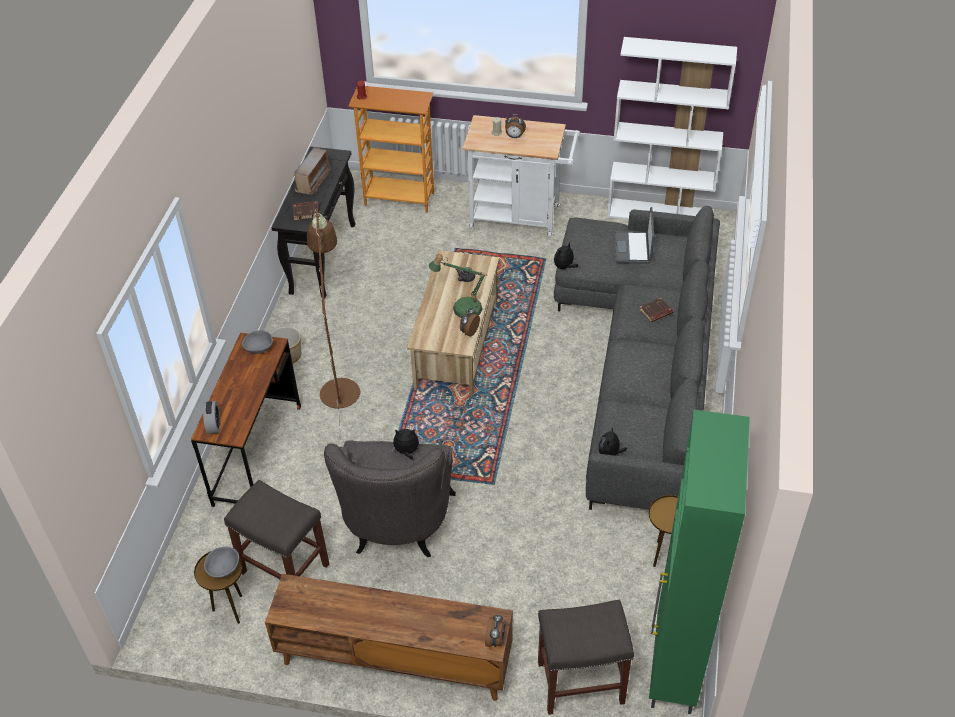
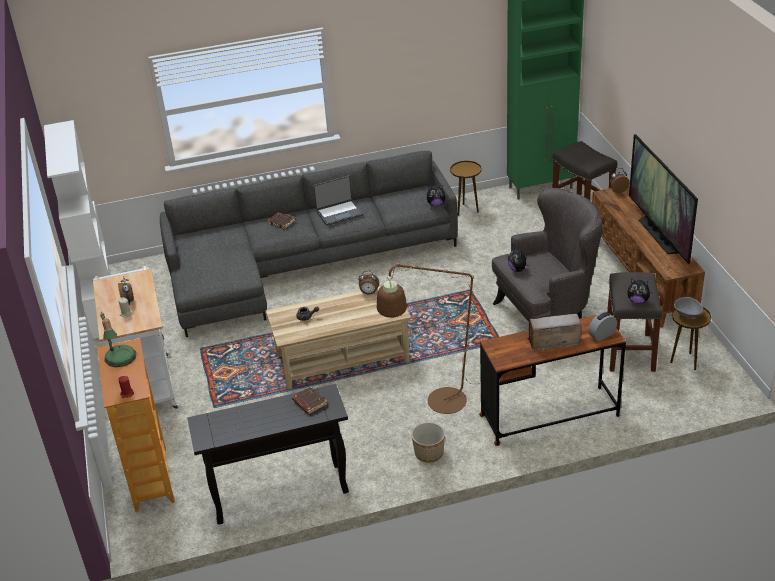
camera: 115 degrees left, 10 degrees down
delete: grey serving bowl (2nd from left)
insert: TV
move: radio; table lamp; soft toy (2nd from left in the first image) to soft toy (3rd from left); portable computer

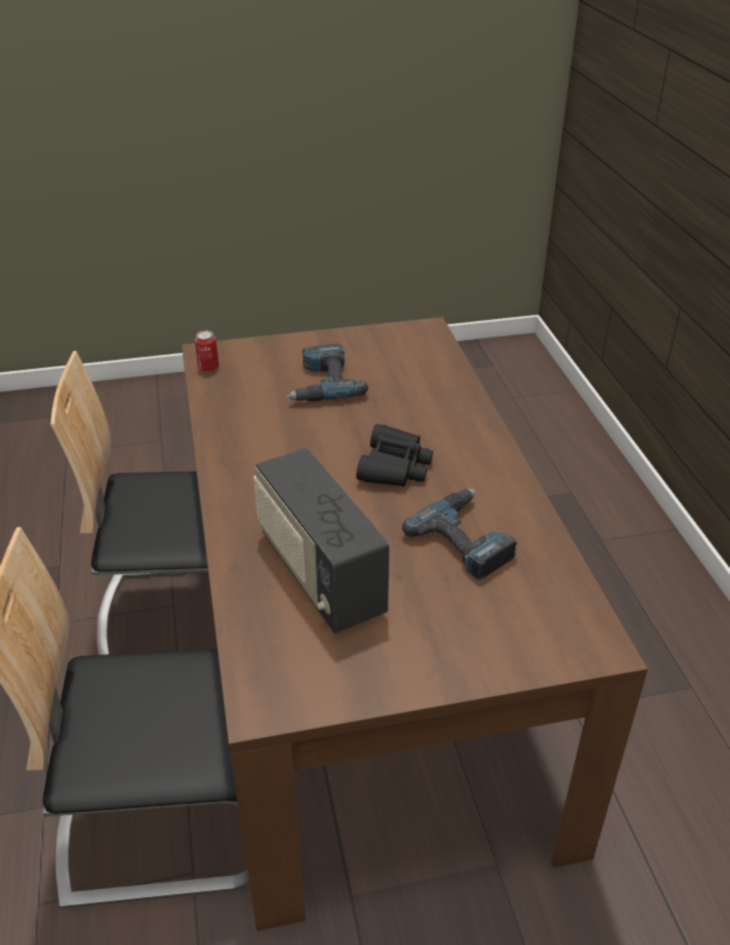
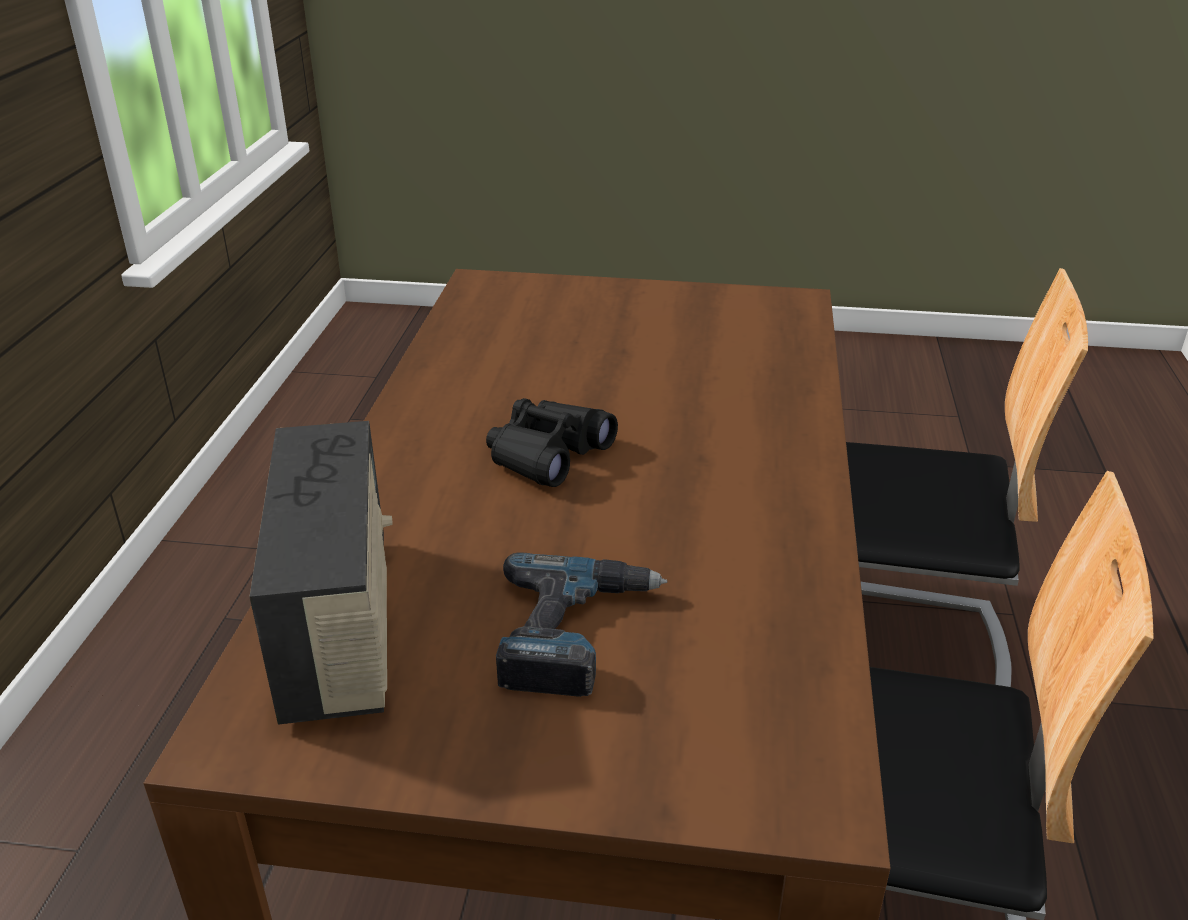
camera: 160 degrees left, 5 degrees down
delete: metal can; power drill (2nd from left)
move: radio

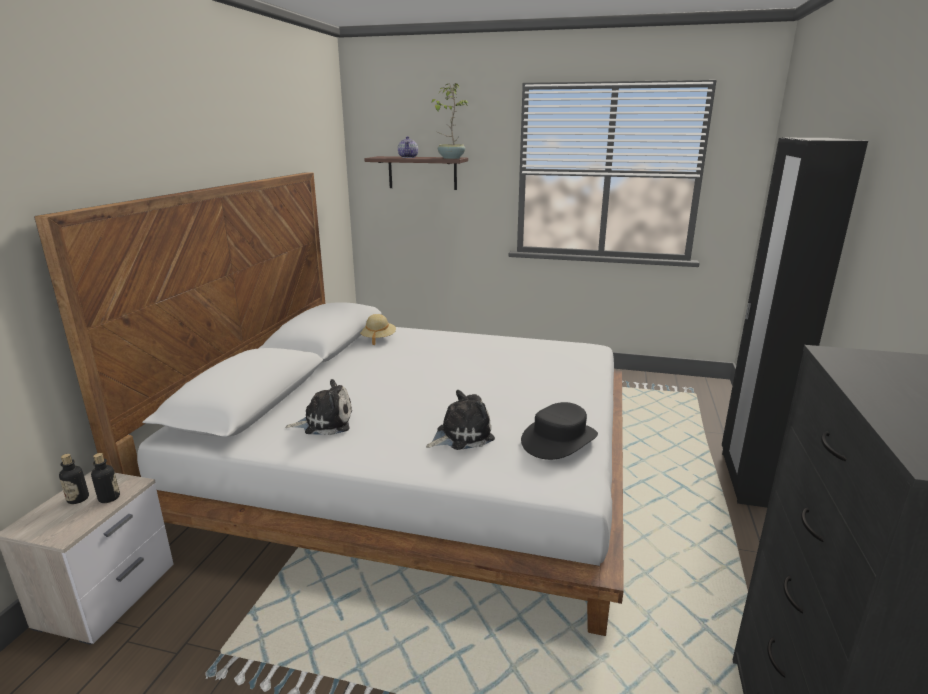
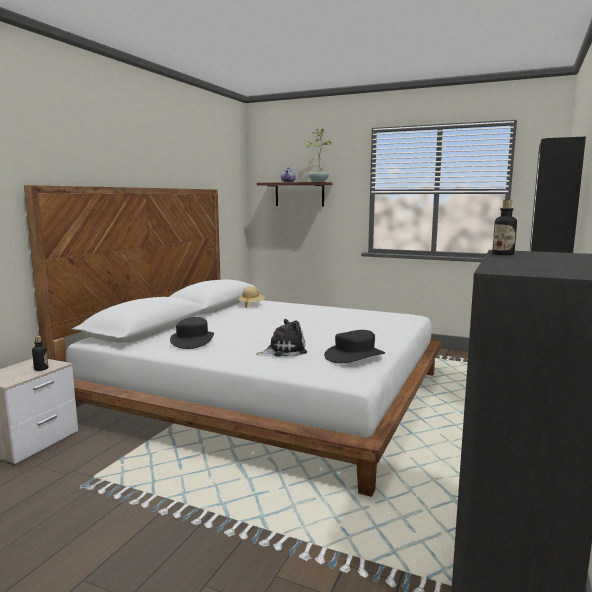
camera: 10 degrees right, 10 degrees down
move: beverage bottle (1st from left in the first image) to beverage bottle (2nd from left)
replace: soft toy (1st from left) to blackish wearable hat (1st from left)

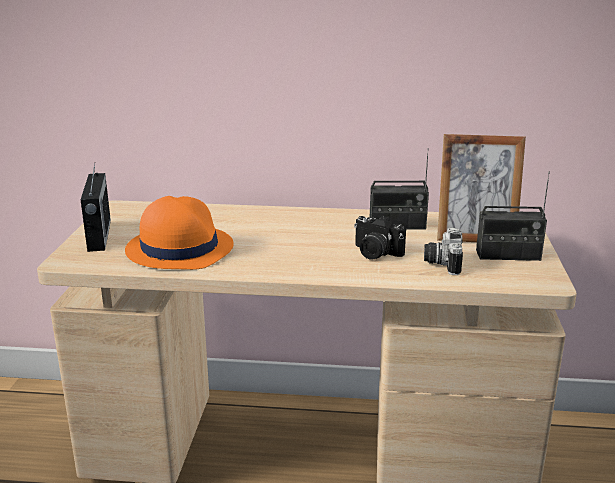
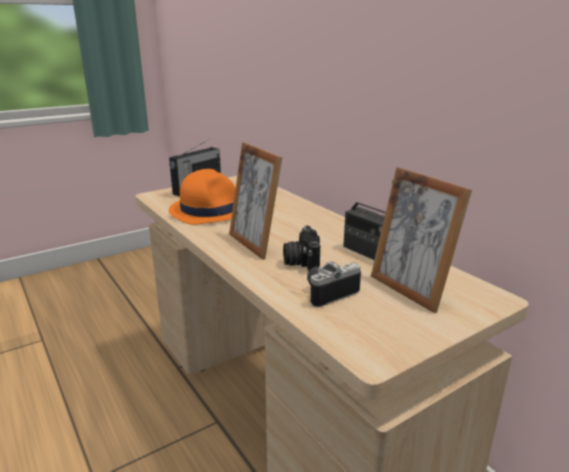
camera: 50 degrees right, 0 degrees up
delete: radio (3rd from left)
insert: standing frame (1st from left)

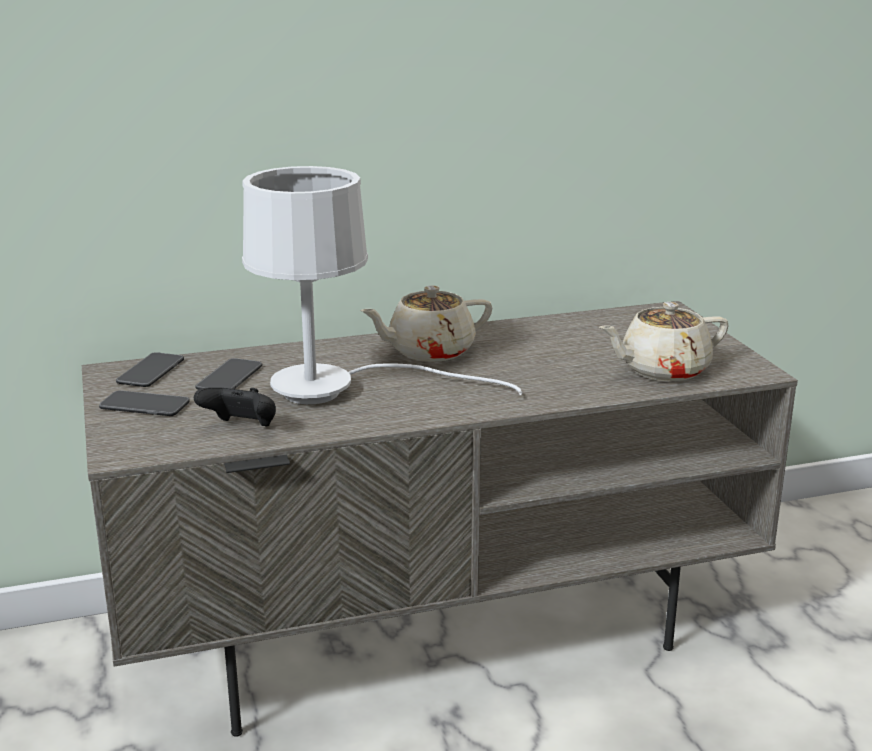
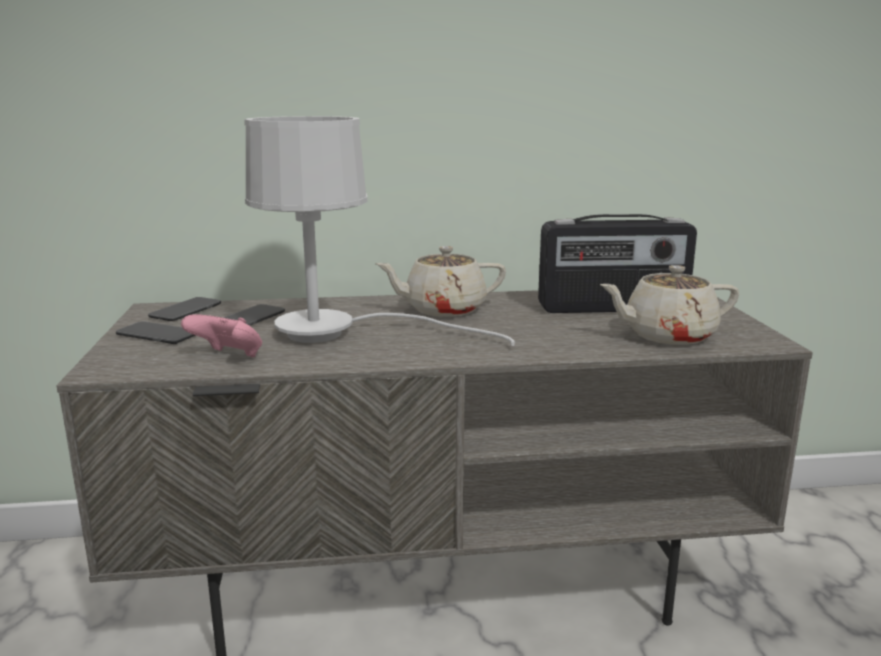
camera: 10 degrees right, 5 degrees down
insert: radio
recolor: blackish joypad to pinkish joypad

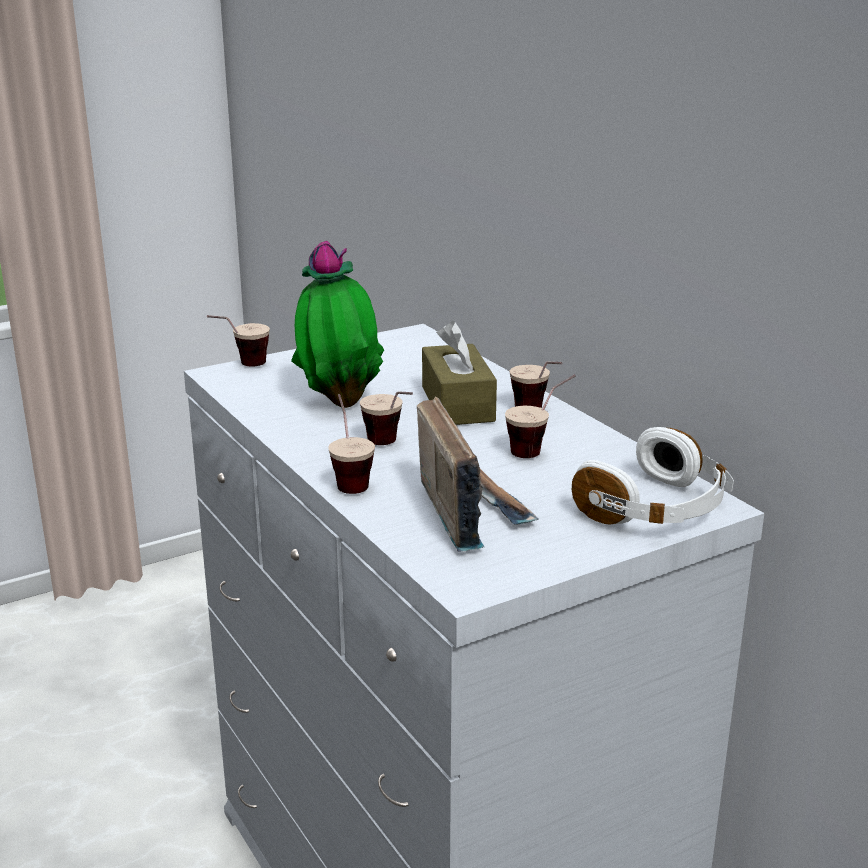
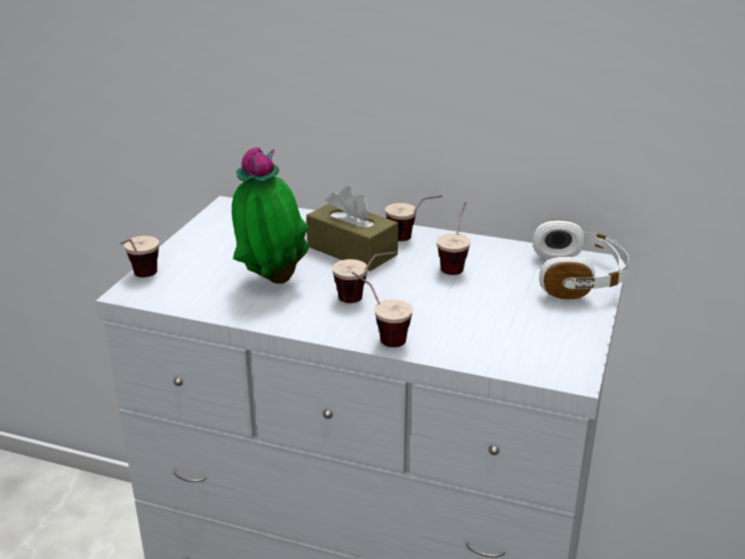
camera: 40 degrees left, 5 degrees up
delete: radio

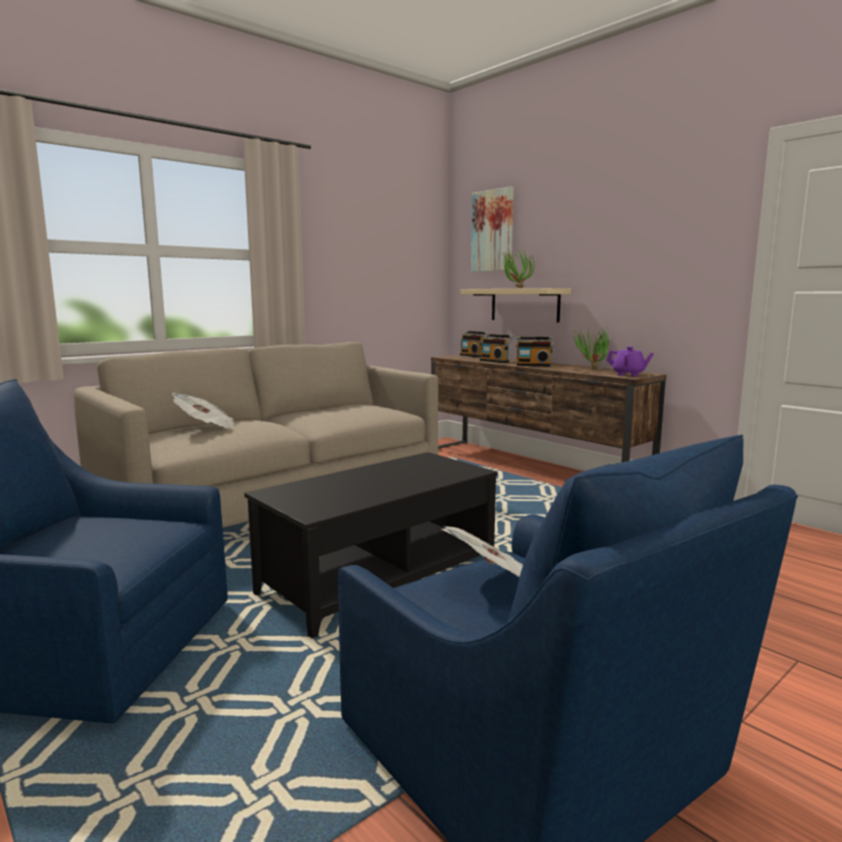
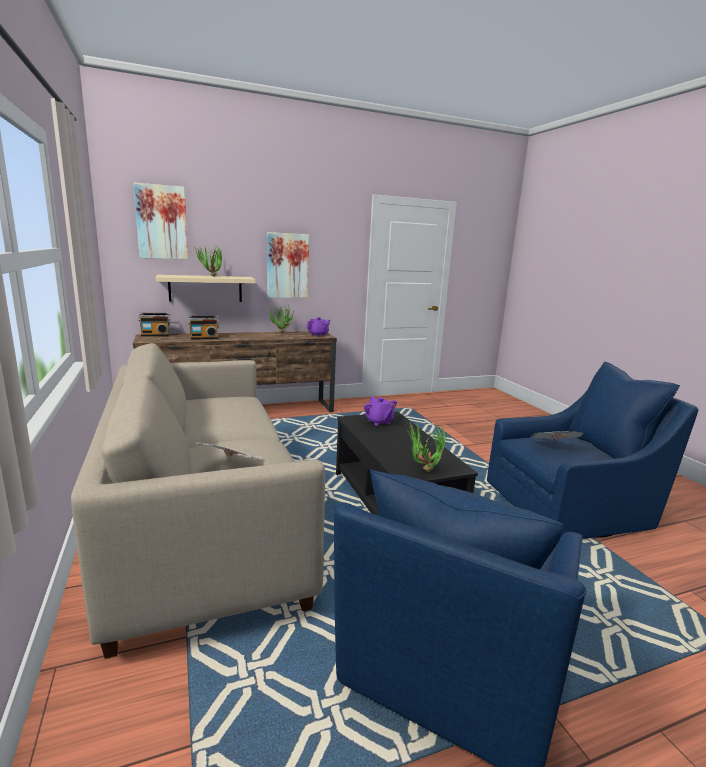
camera: 70 degrees left, 5 degrees up
delete: radio (3rd from left)
insert: wall picture (2nd from left); purplish teapot (2nd from left); houseplant (3rd from left)

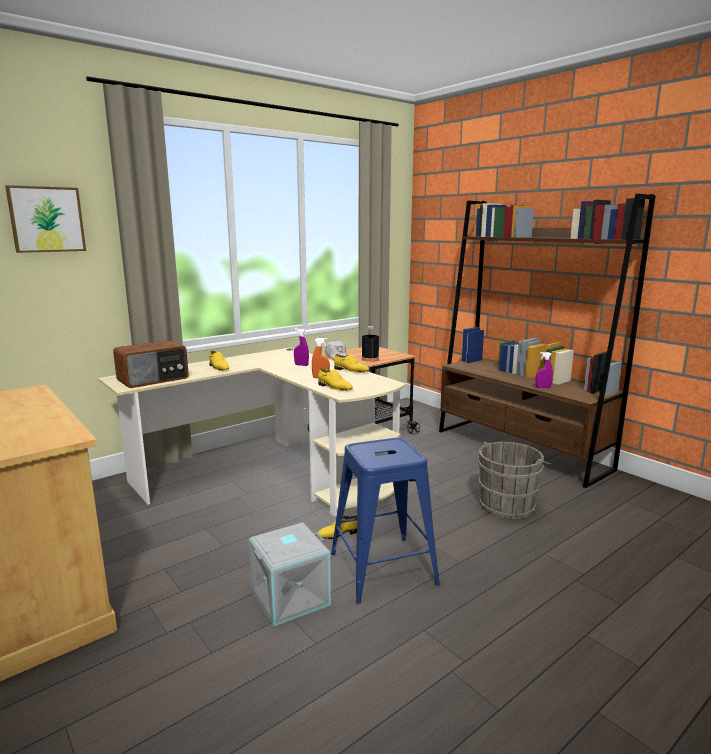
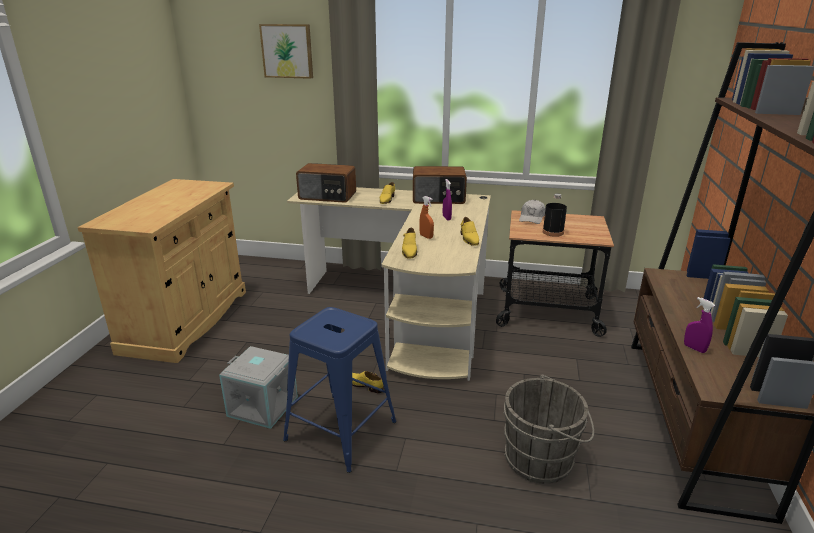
camera: 50 degrees right, 10 degrees up
insert: radio (2nd from left)

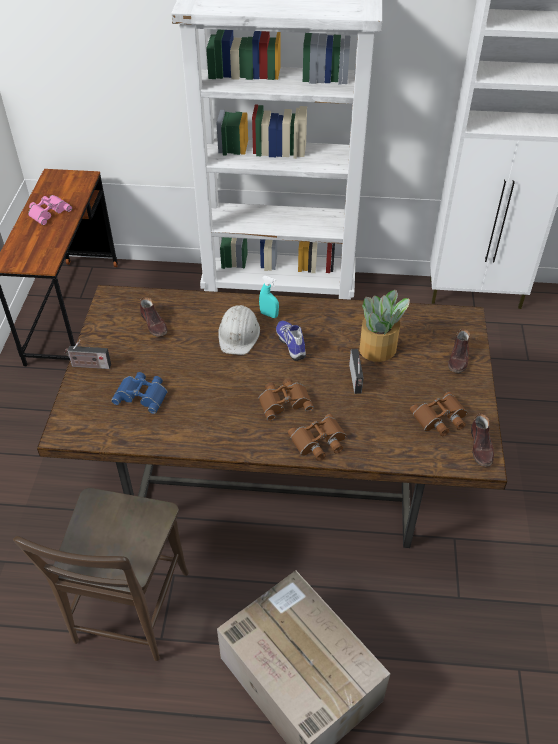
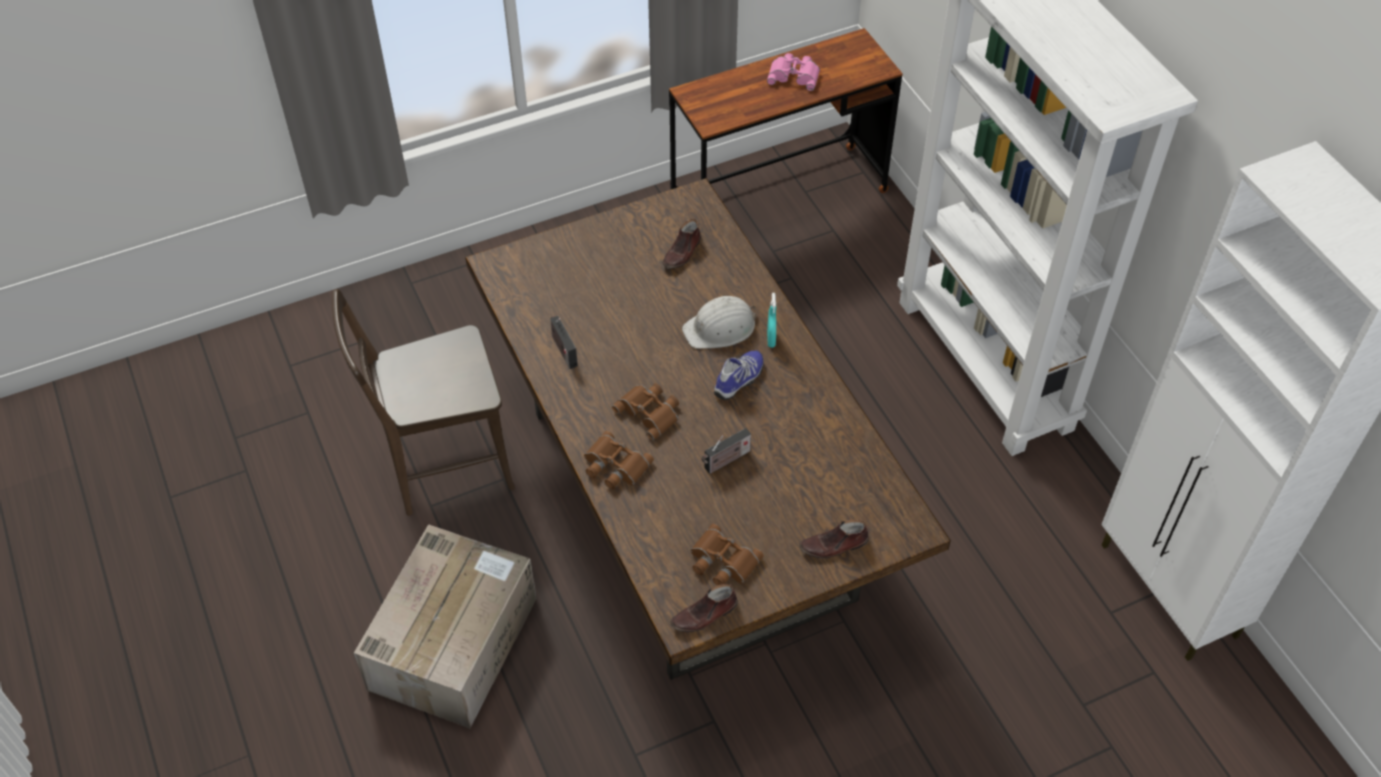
camera: 60 degrees right, 5 degrees up
delete: blue-coloured pair of binoculars; houseplant
move: radio (1st from left)

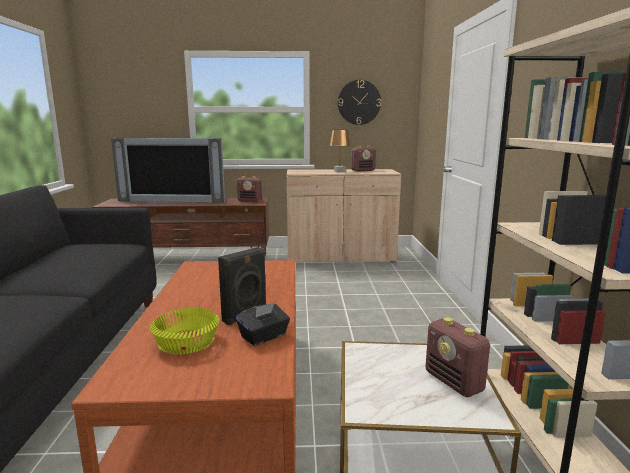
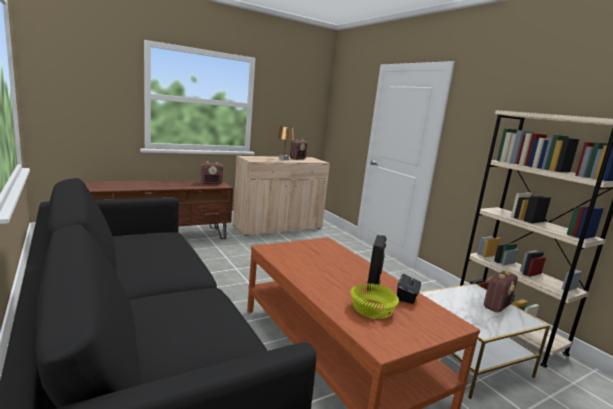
camera: 30 degrees left, 0 degrees up
delete: TV; clock on the wall
rotate: radio (3rd from left) 75 degrees counterclockwise

